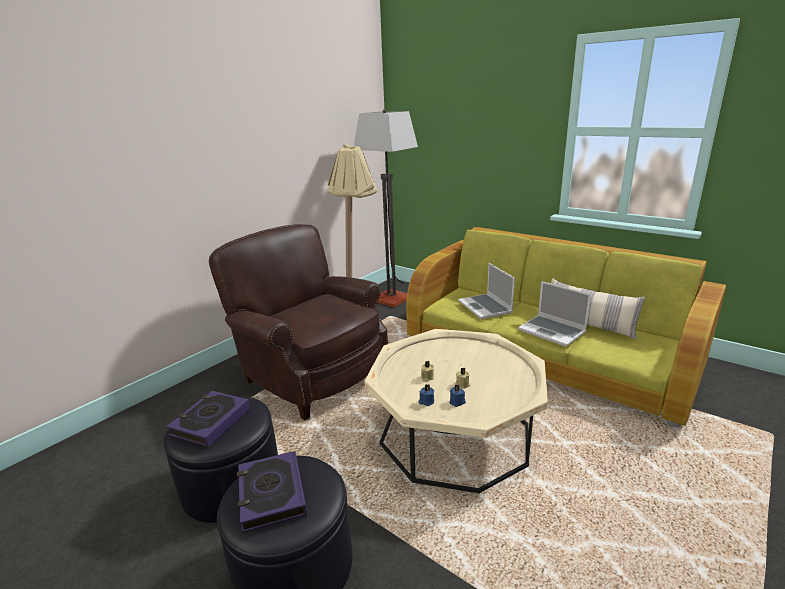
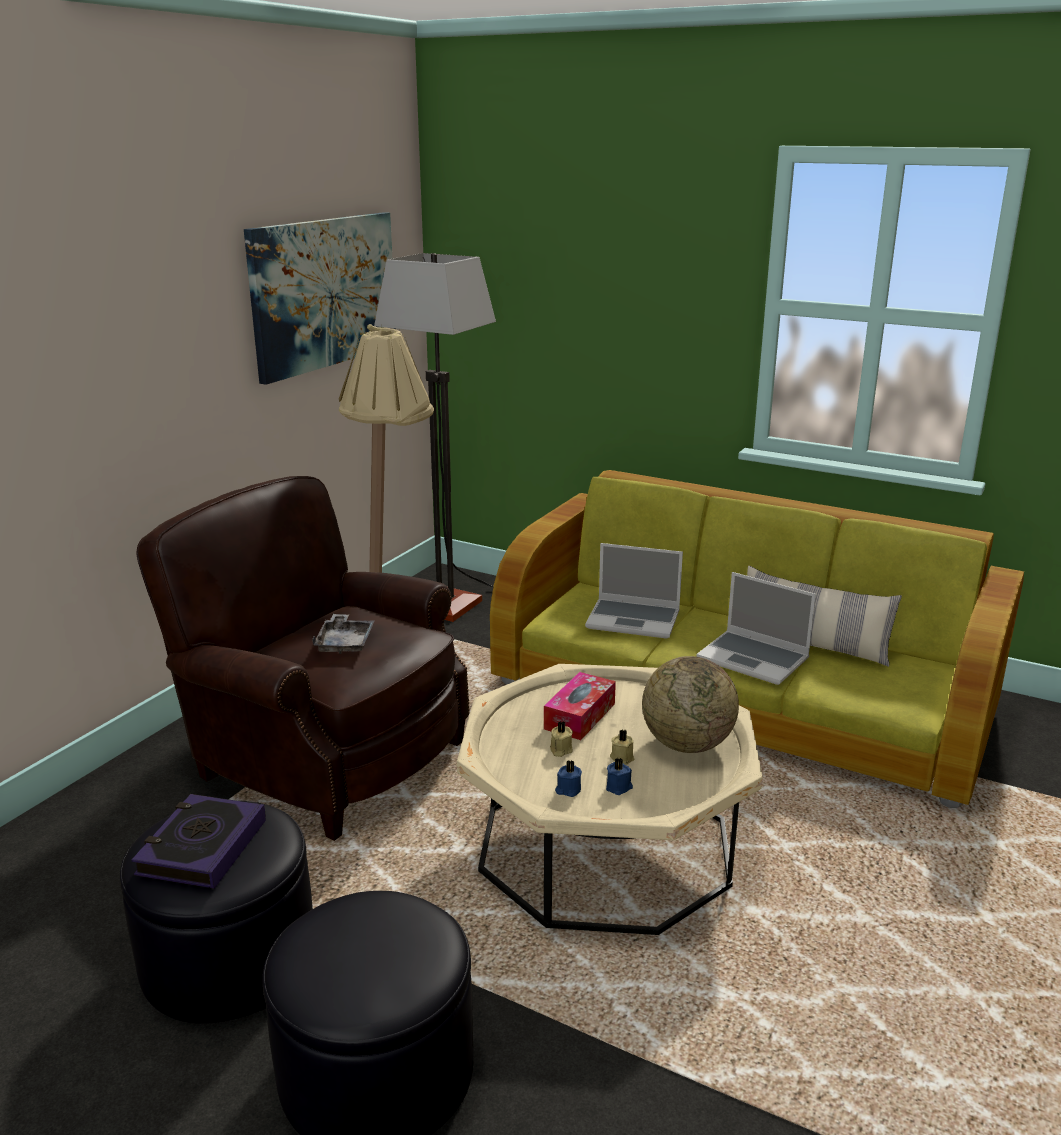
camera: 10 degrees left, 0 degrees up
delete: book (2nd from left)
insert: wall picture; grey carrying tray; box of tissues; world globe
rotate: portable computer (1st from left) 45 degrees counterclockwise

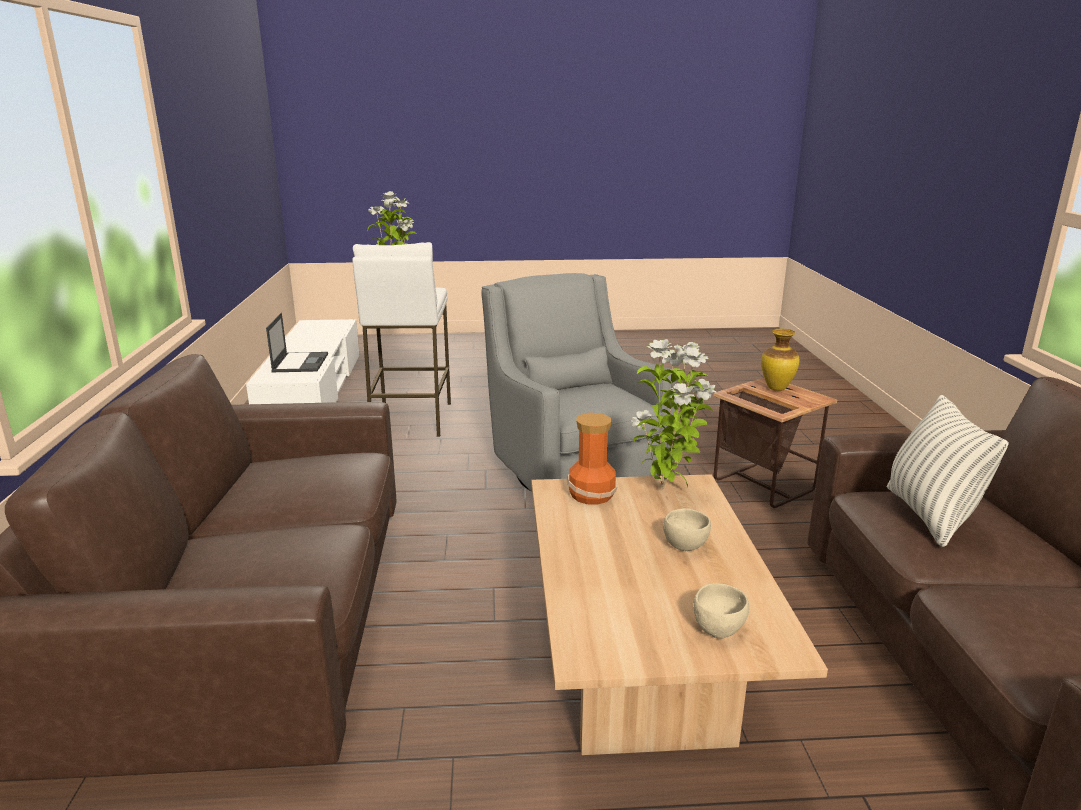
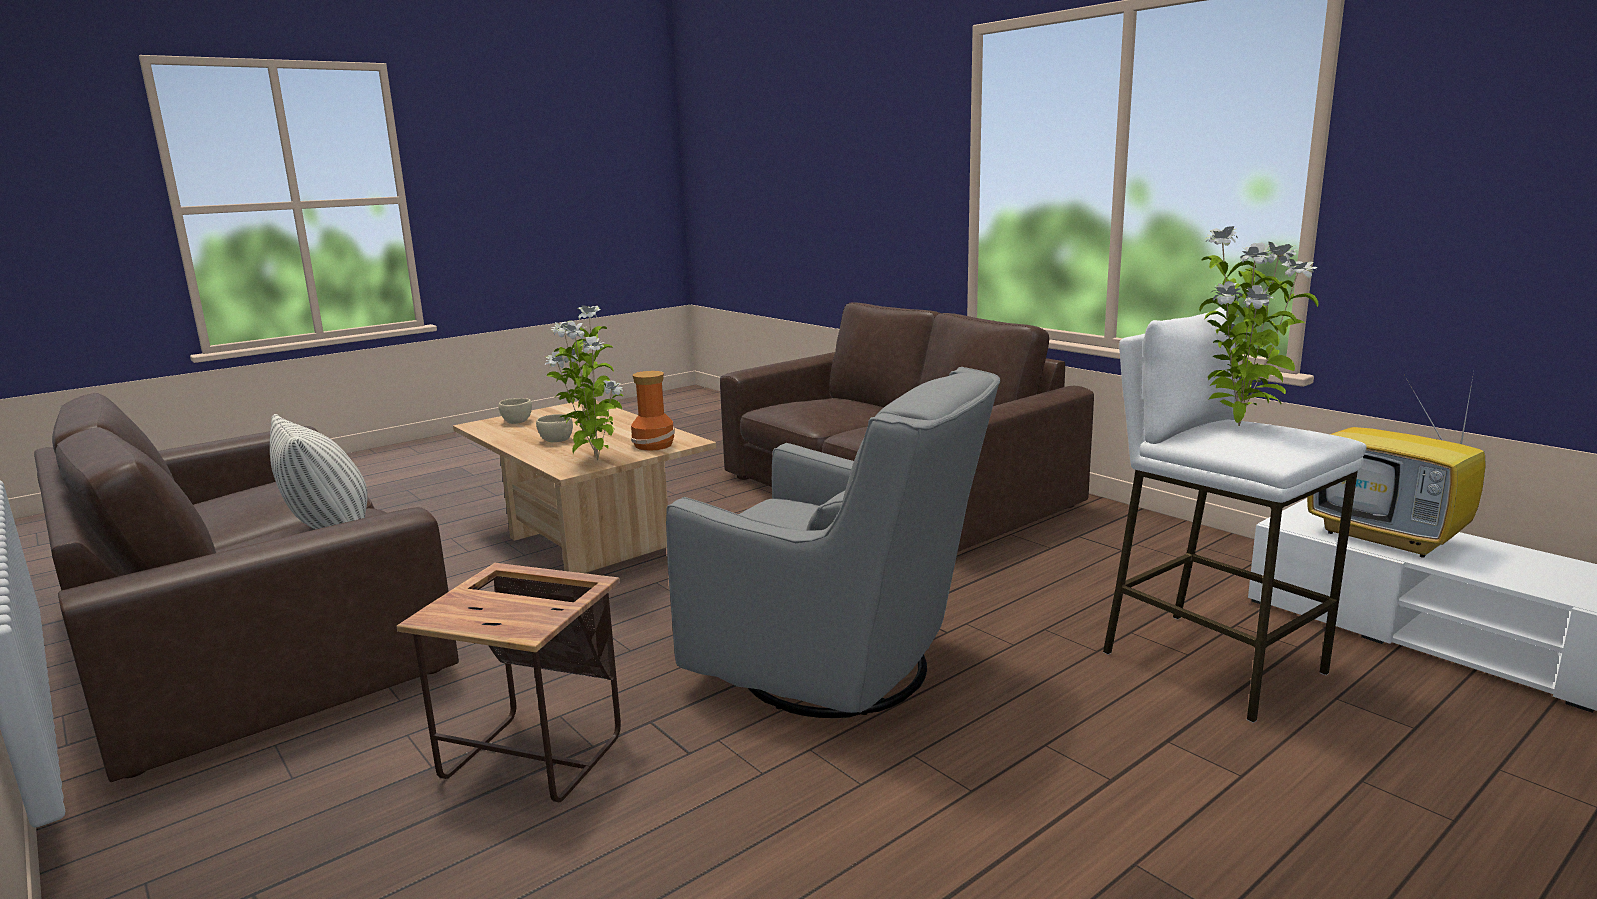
camera: 145 degrees right, 5 degrees down
delete: decorative vase (2nd from left)
replace: portable computer to TV

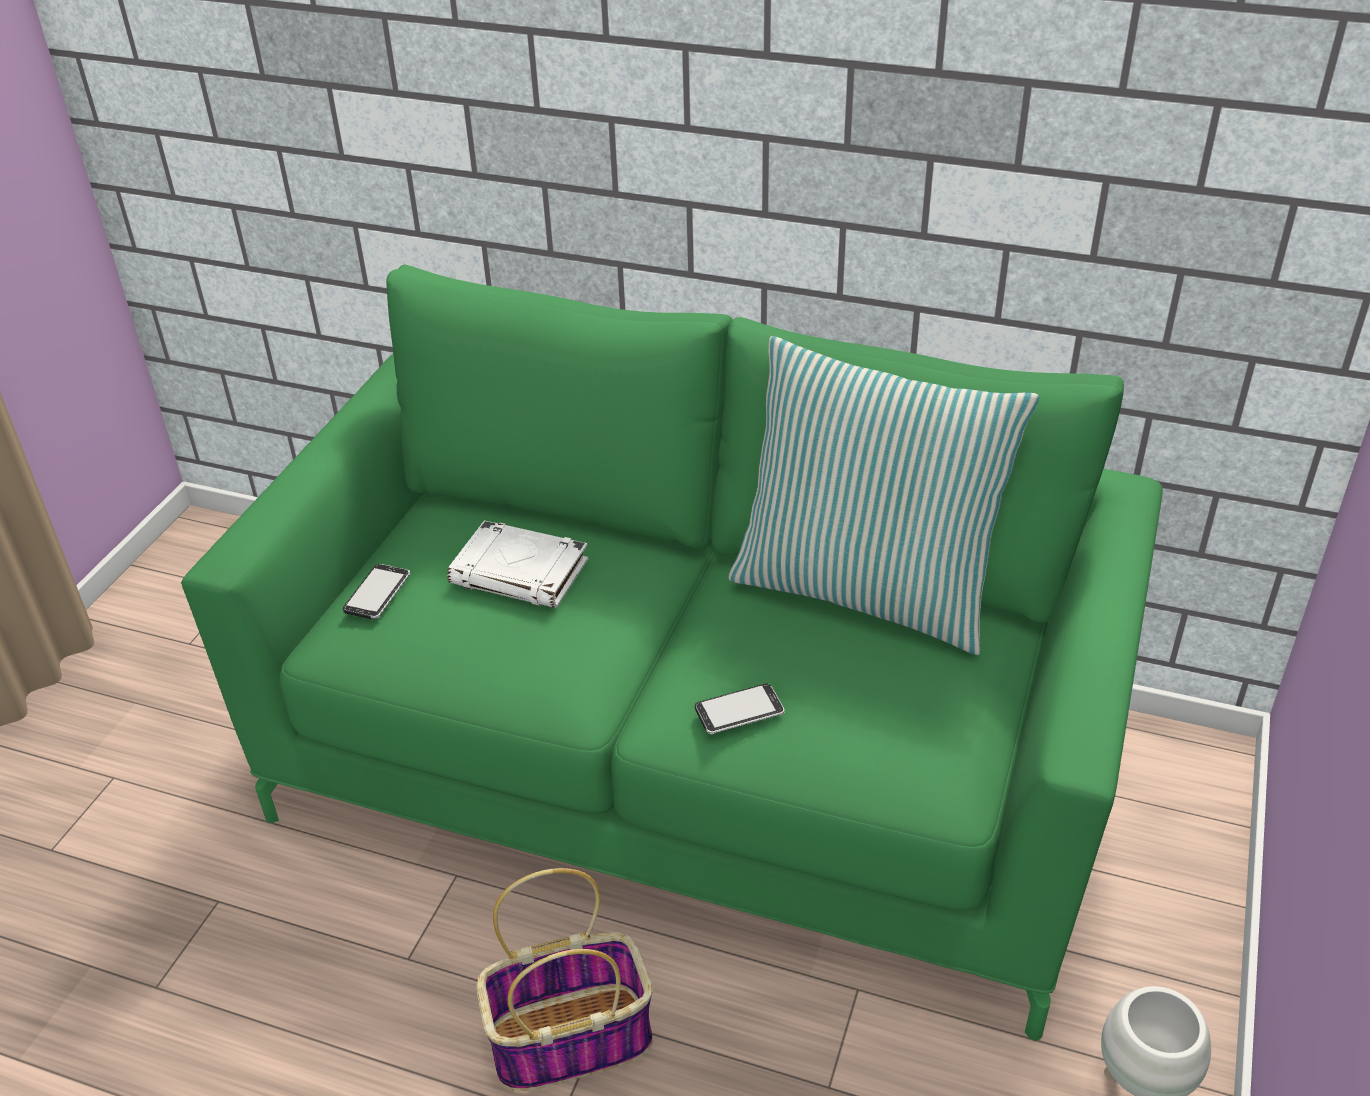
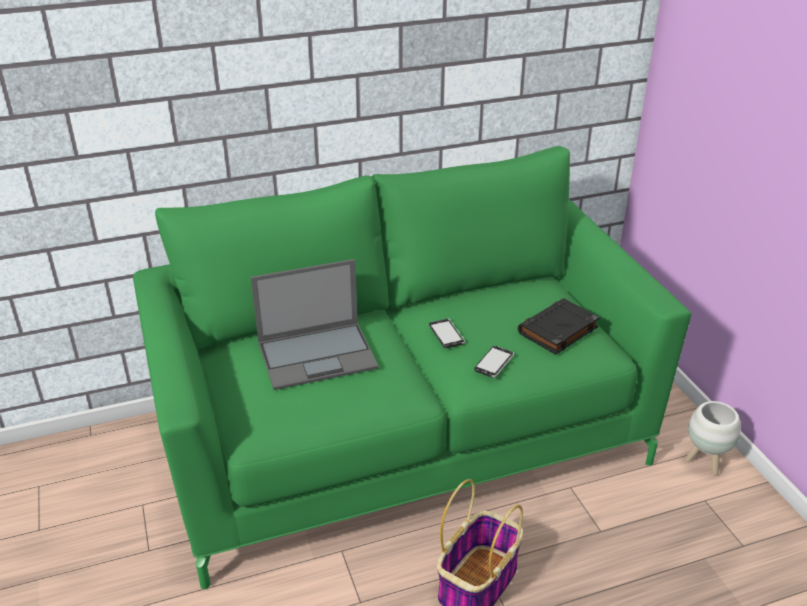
camera: 40 degrees left, 5 degrees down
delete: cushion
insert: blackish book
move: phone (1st from left)
replace: white-coloured book to portable computer

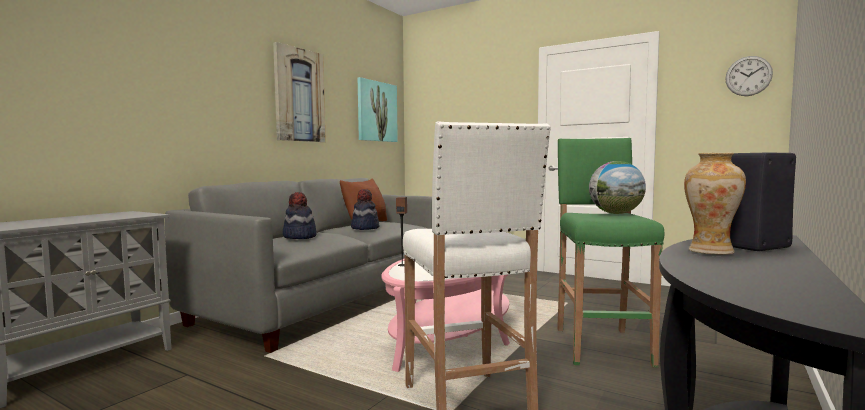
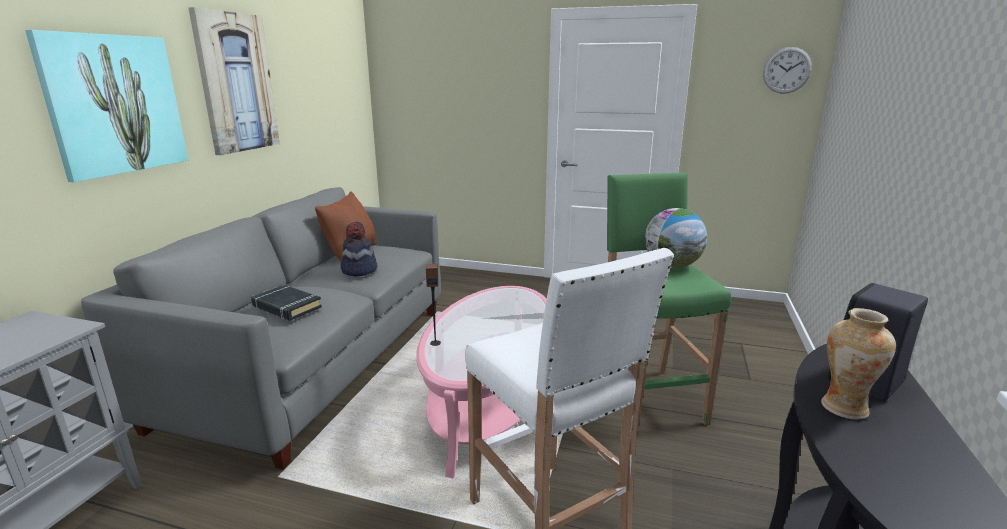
camera: 15 degrees left, 15 degrees up
move: wall picture (2nd from left in the first image) to wall picture (1st from left)
replace: wearable hat (1st from left) to blackish book

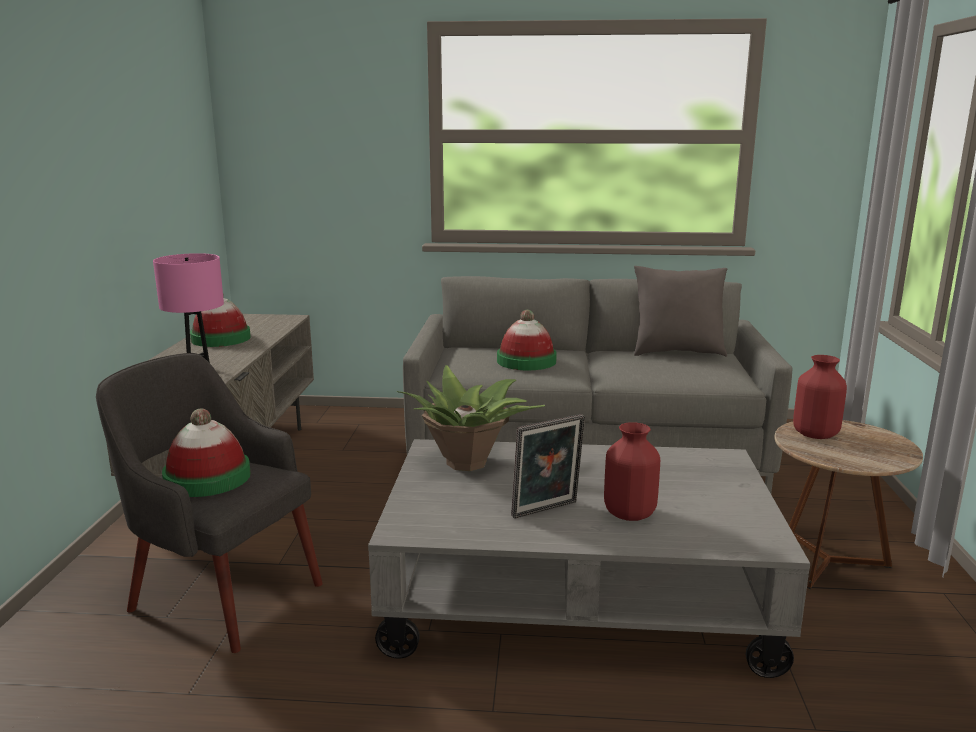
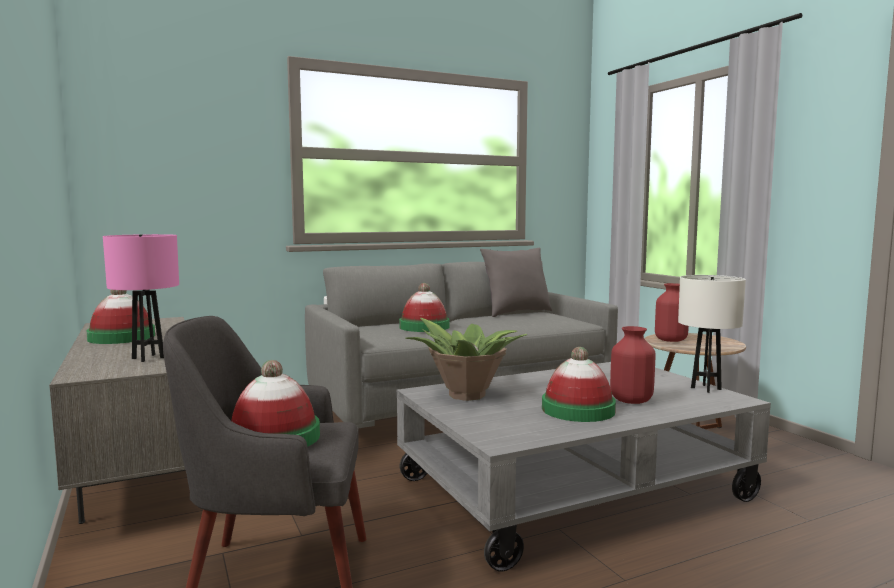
camera: 30 degrees left, 10 degrees down
insert: white-coloured table lamp
replace: standing frame to wearable hat (4th from left)

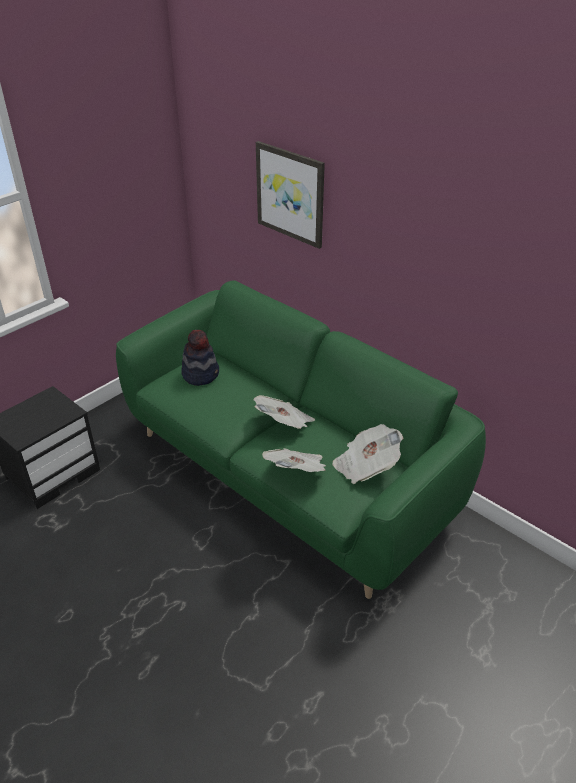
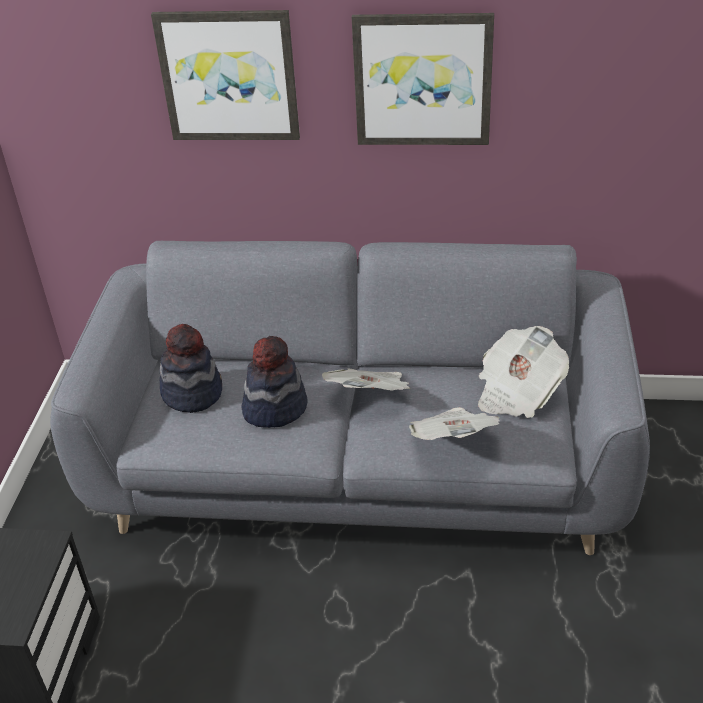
camera: 35 degrees left, 0 degrees up
insert: wearable hat (2nd from left); wall picture (2nd from left)
recolor: green-coloured couch to grey couch

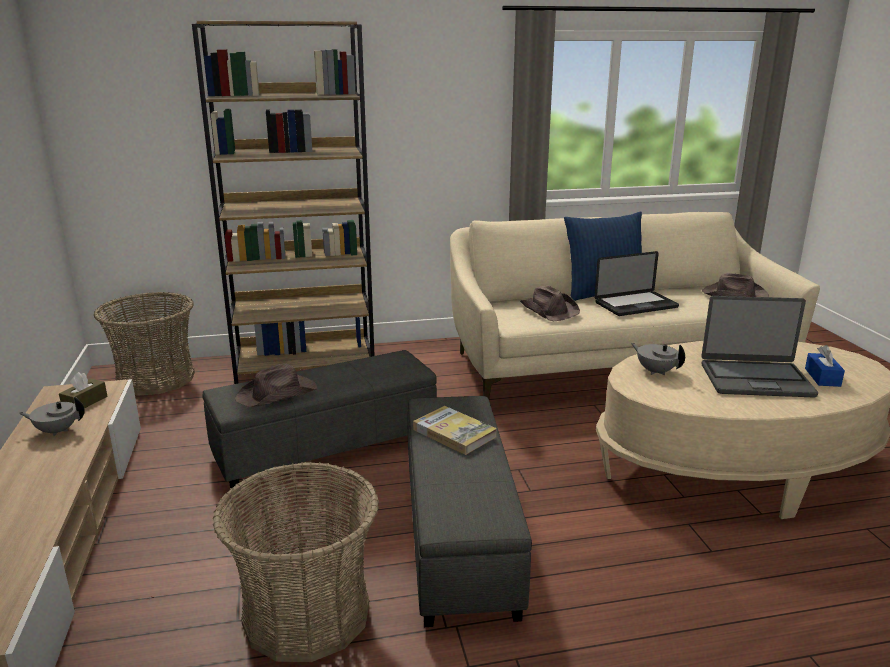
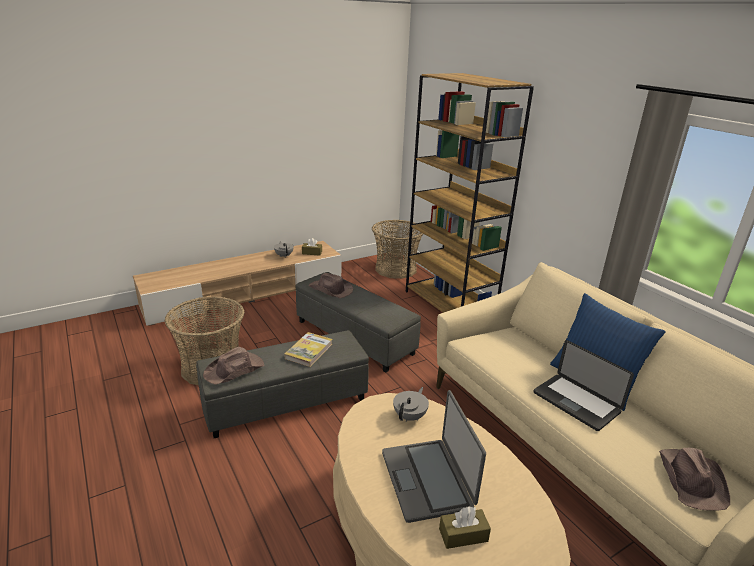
camera: 70 degrees right, 5 degrees up
move: brown wearable hat (2nd from left in the first image) to brown wearable hat (1st from left)
recolor: blue-coloured box of tissues to brown box of tissues (2nd from left)

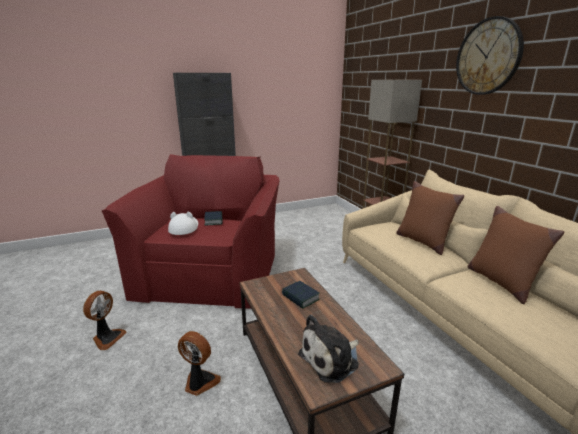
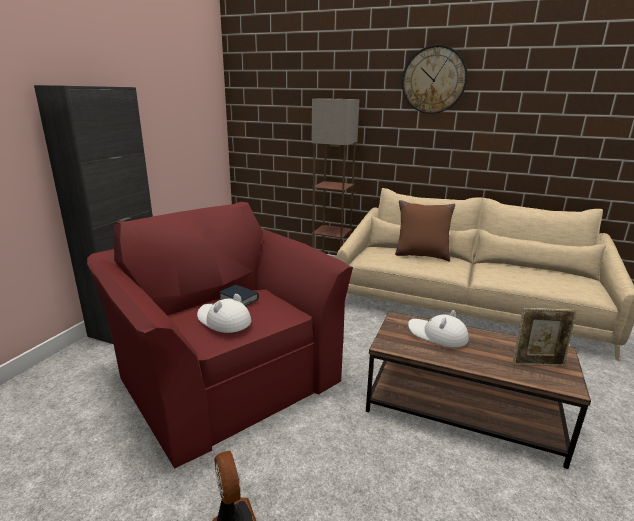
camera: 45 degrees left, 0 degrees up
delete: fan (2nd from left); brown cushion (2nd from left)
replace: book (2nd from left) to white-coloured wearable hat (2nd from left); soft toy to standing frame

